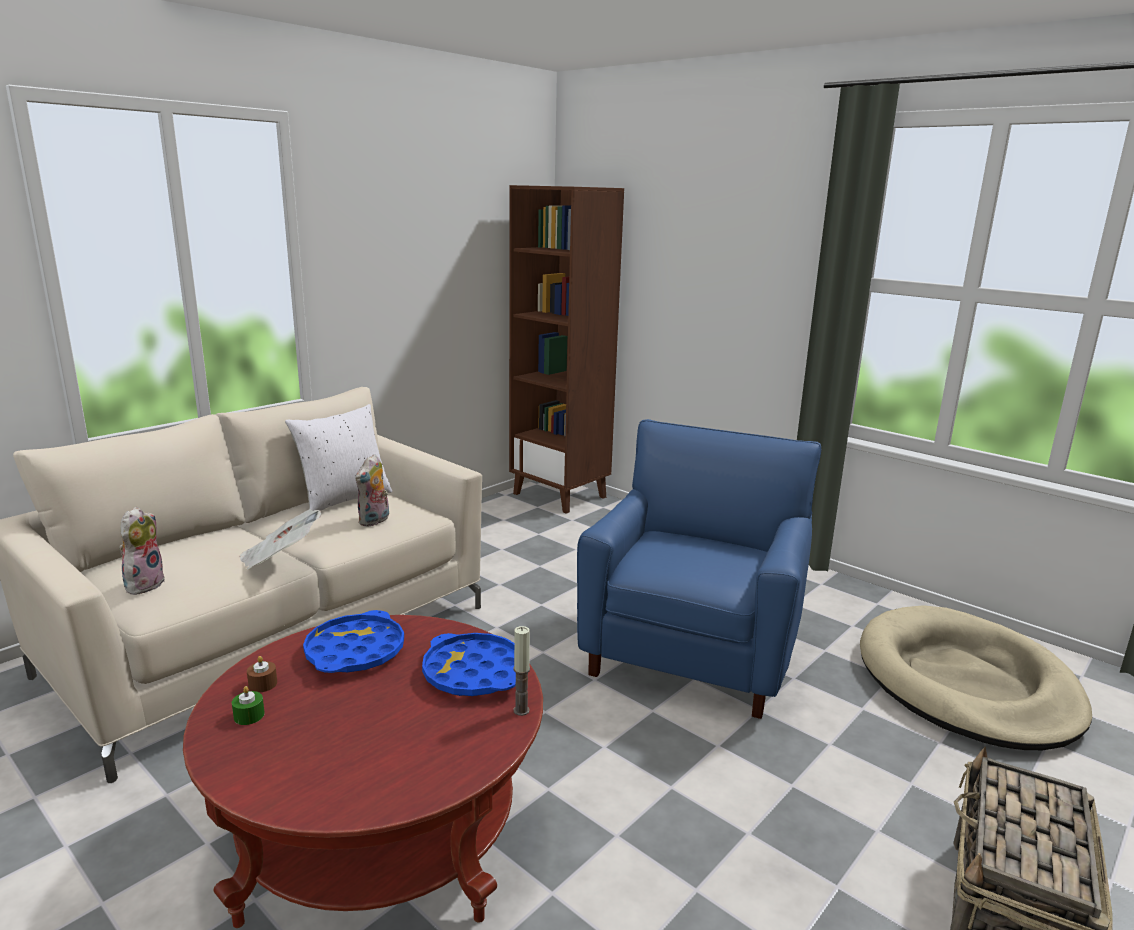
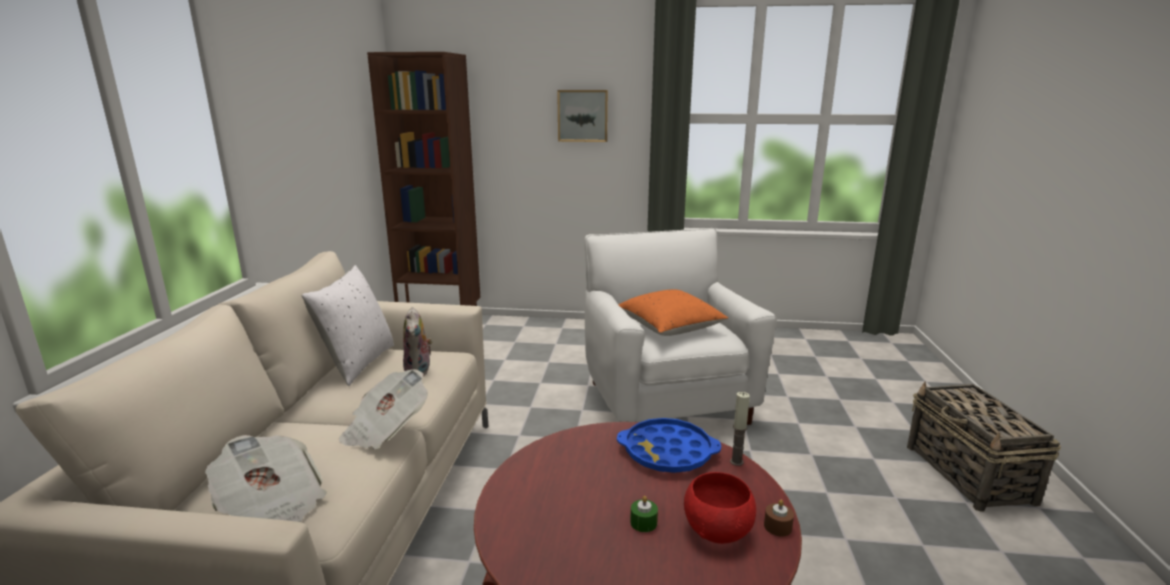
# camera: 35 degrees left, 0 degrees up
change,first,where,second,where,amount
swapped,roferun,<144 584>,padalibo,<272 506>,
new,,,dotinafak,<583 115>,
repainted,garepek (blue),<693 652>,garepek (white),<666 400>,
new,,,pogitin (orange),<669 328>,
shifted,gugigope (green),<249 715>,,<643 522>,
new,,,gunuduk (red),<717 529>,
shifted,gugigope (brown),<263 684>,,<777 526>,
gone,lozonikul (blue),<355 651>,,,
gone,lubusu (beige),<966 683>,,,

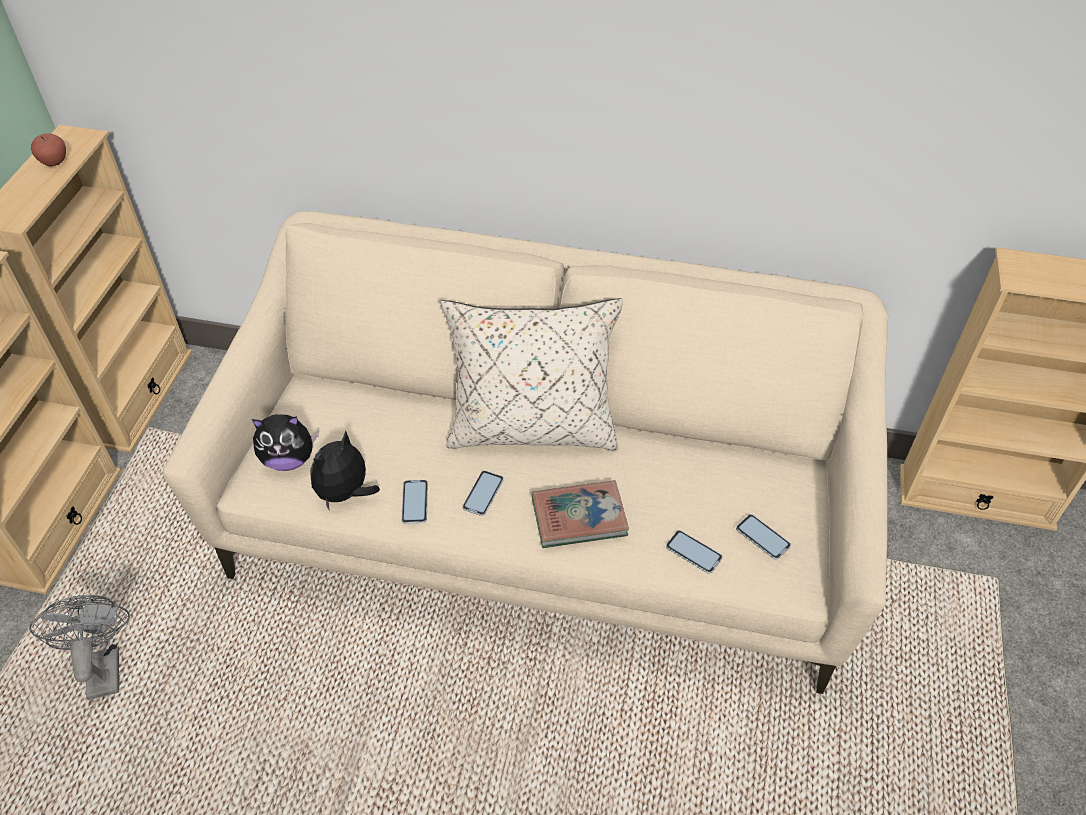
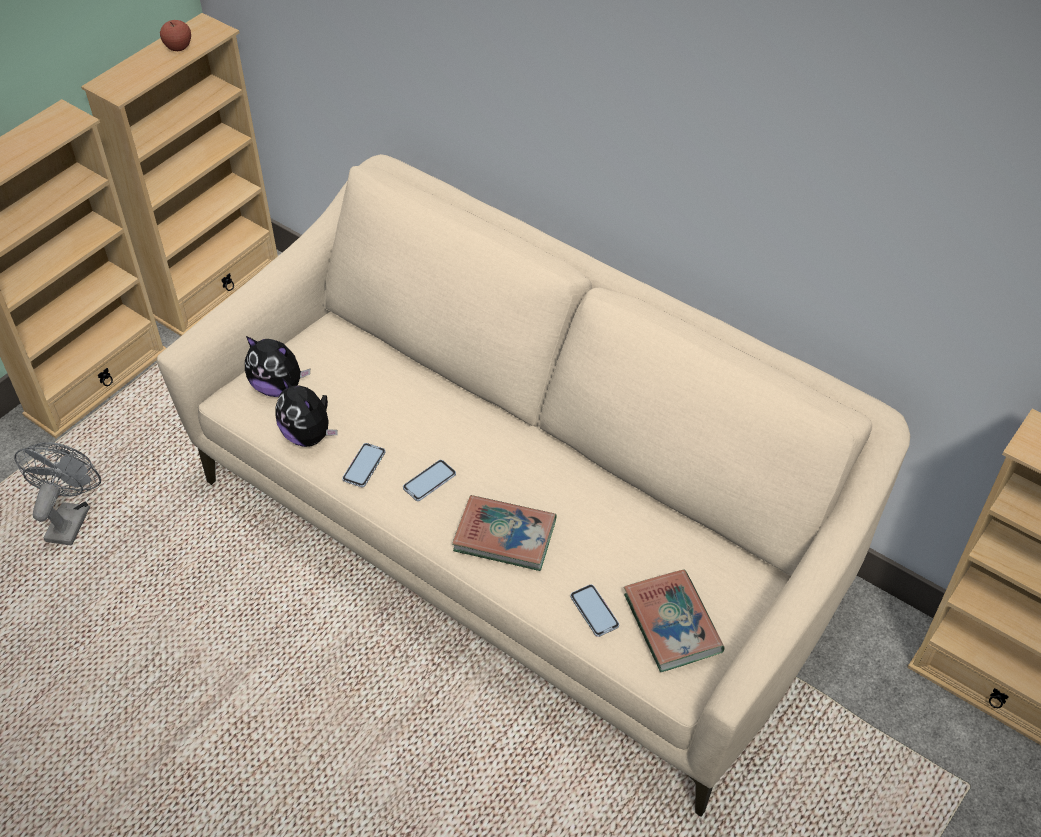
# camera: 25 degrees right, 0 degrees up
change,first,where,second,where,amount
rotated,roferun,<345 493>,,<309 435>,105 degrees counterclockwise
swapped,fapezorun,<762 537>,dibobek,<672 624>,
gone,pogitin (beige),<532 427>,,,

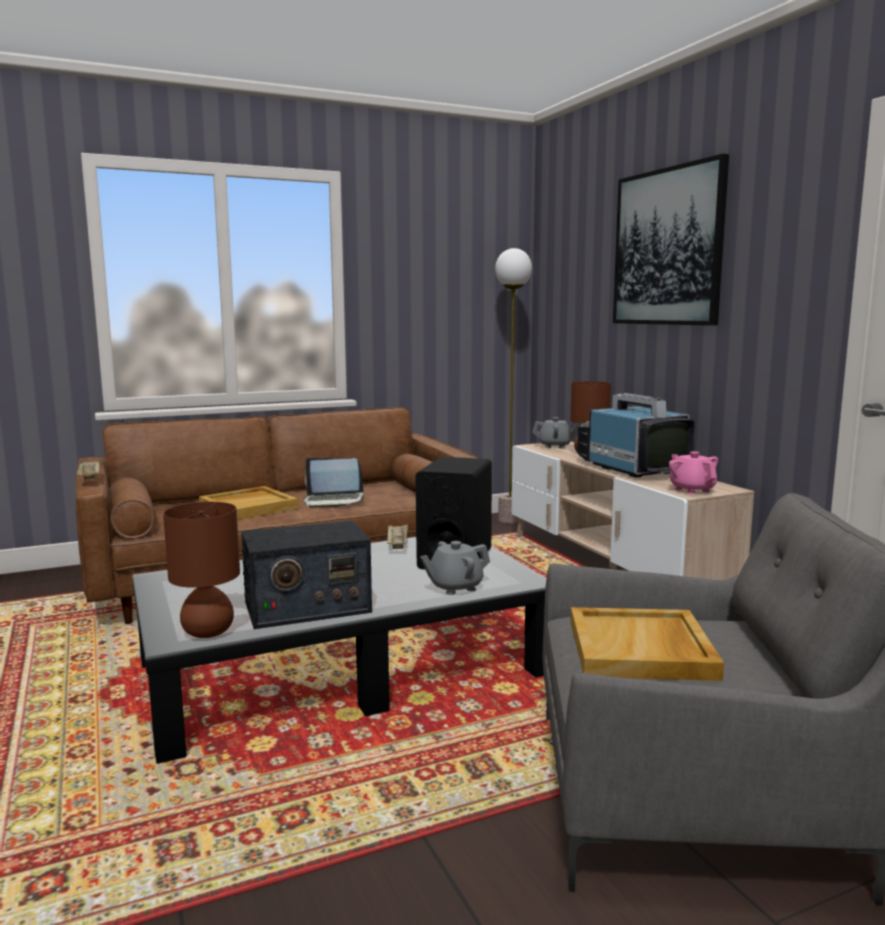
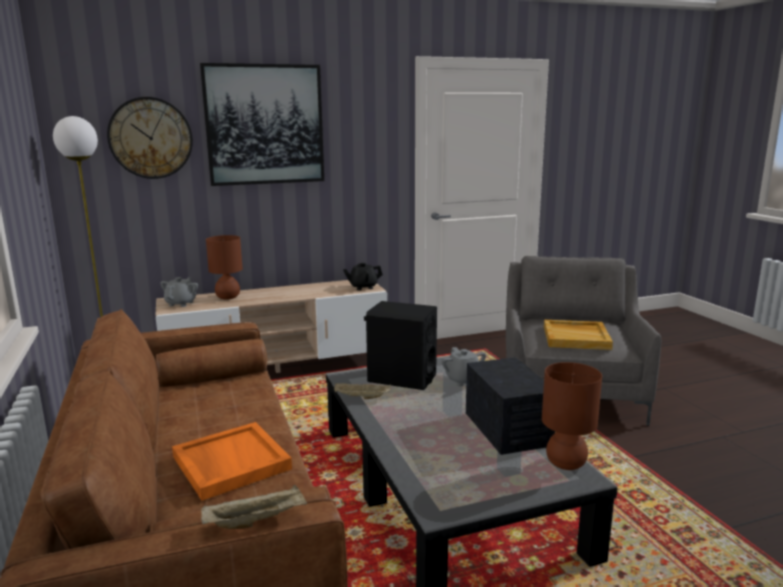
# camera: 85 degrees left, 5 degrees up
change,first,where,second,where,amount
new,,,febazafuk,<150 138>,
repainted,lozonikul (beige),<249 507>,lozonikul (orange),<230 463>,
repainted,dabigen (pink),<692 490>,dabigen (black),<363 287>,
gone,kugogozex,<334 501>,,,
gone,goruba,<631 469>,,,

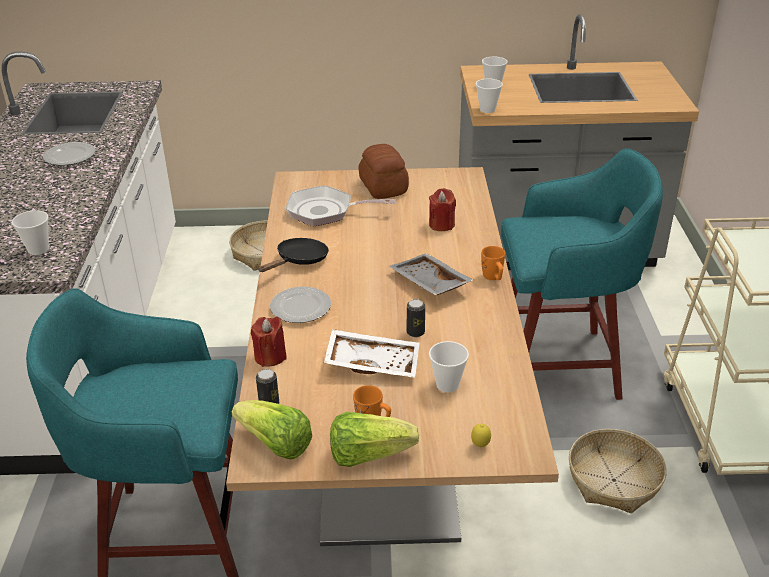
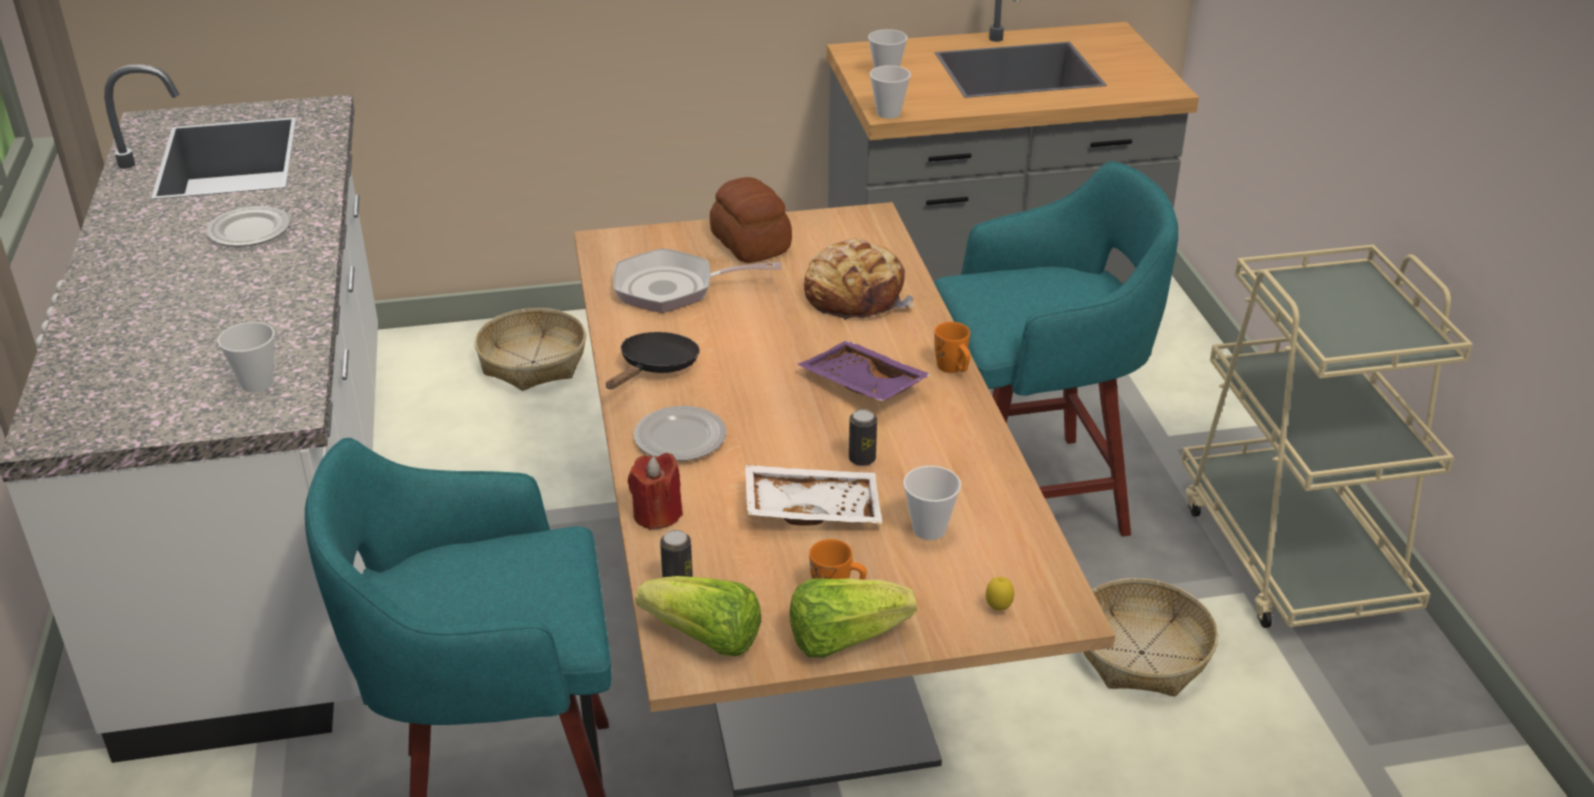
# camera: 10 degrees left, 0 degrees up
change,first,where,second,where,amount
repainted,lozonikul (grey),<428 284>,lozonikul (purple),<861 386>,
swapped,gugigope (red),<441 225>,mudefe,<855 296>,

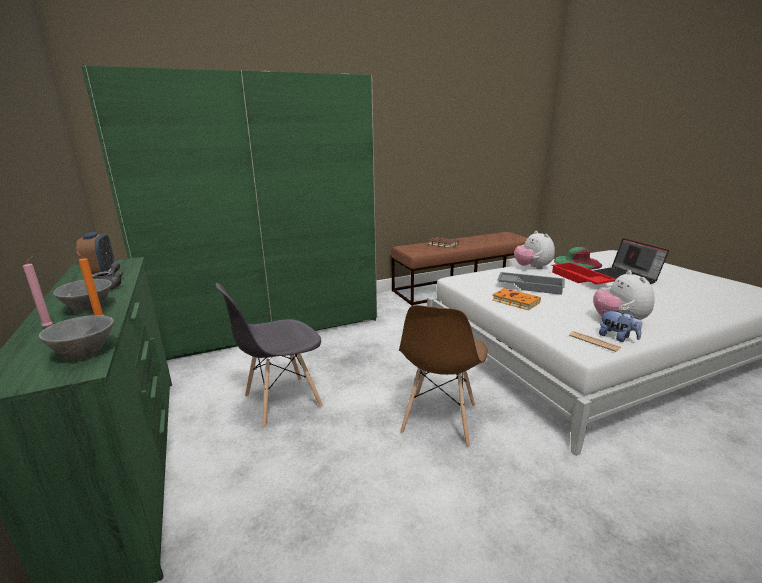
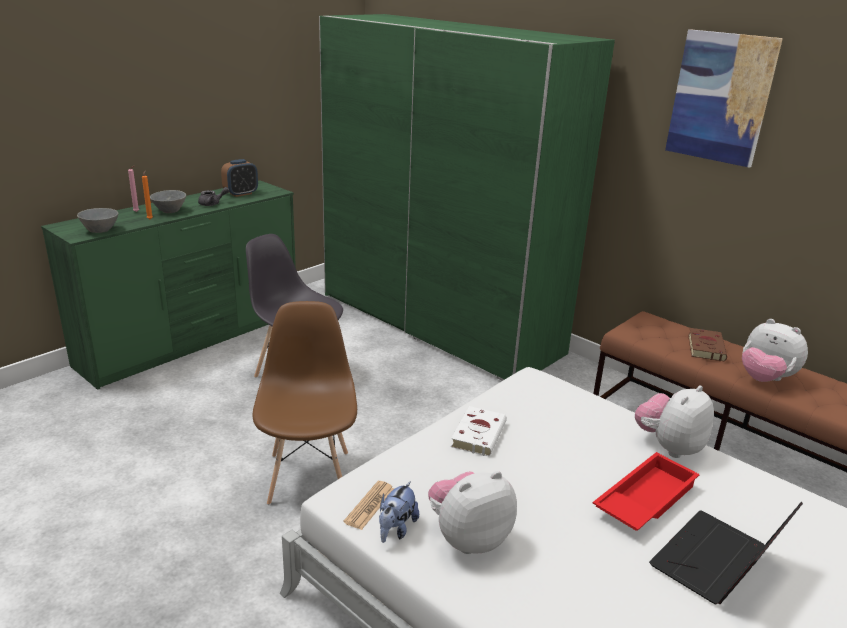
# camera: 65 degrees right, 5 degrees up
change,first,where,second,where,amount
rotated,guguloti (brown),<439 419>,,<309 476>,90 degrees clockwise
repainted,dibobek (orange),<514 301>,dibobek (white),<479 433>,
new,,,dotinafak,<720 98>,
new,,,roferun,<765 379>,
gone,lozonikul (grey),<530 286>,,,
gone,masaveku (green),<577 263>,,,

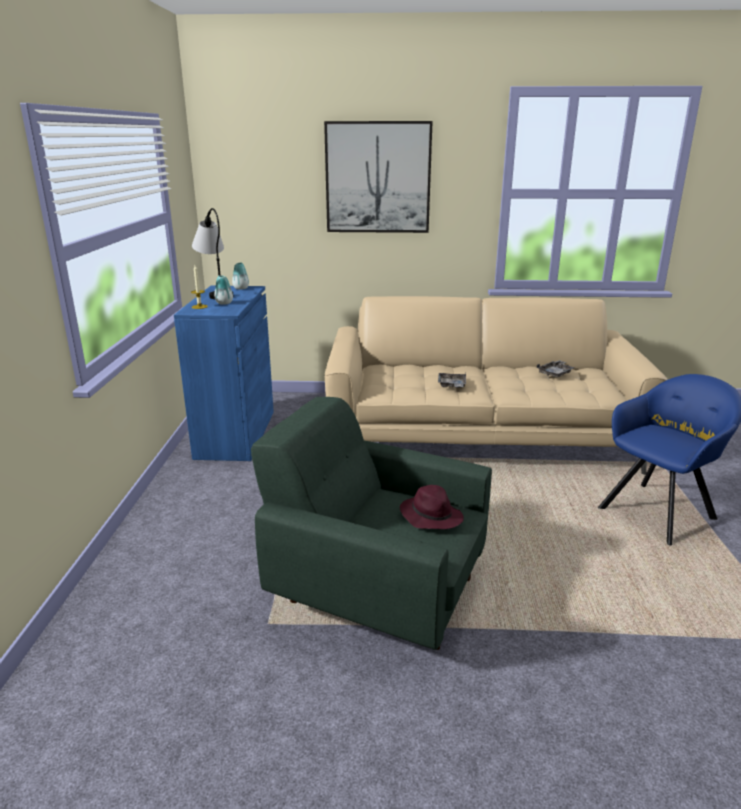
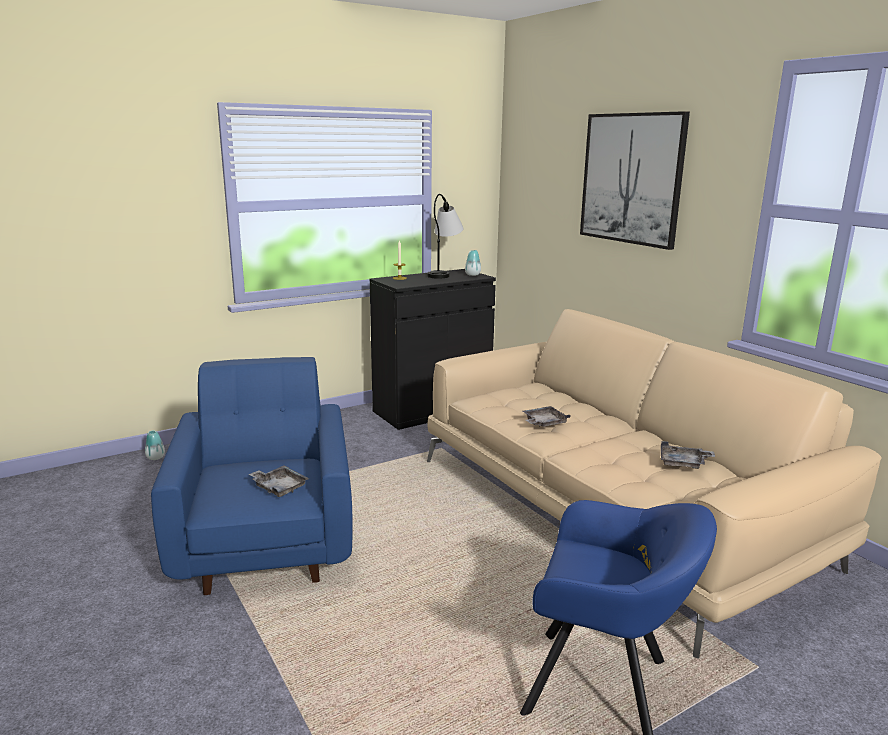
# camera: 55 degrees right, 5 degrees down
change,first,where,second,where,amount
shifted,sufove,<224 303>,,<155 457>,
repainted,garepek (green),<376 587>,garepek (blue),<267 540>,
swapped,masaveku (purple),<430 516>,lozonikul (grey),<279 487>,
repainted,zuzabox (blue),<236 434>,zuzabox (black),<432 409>,

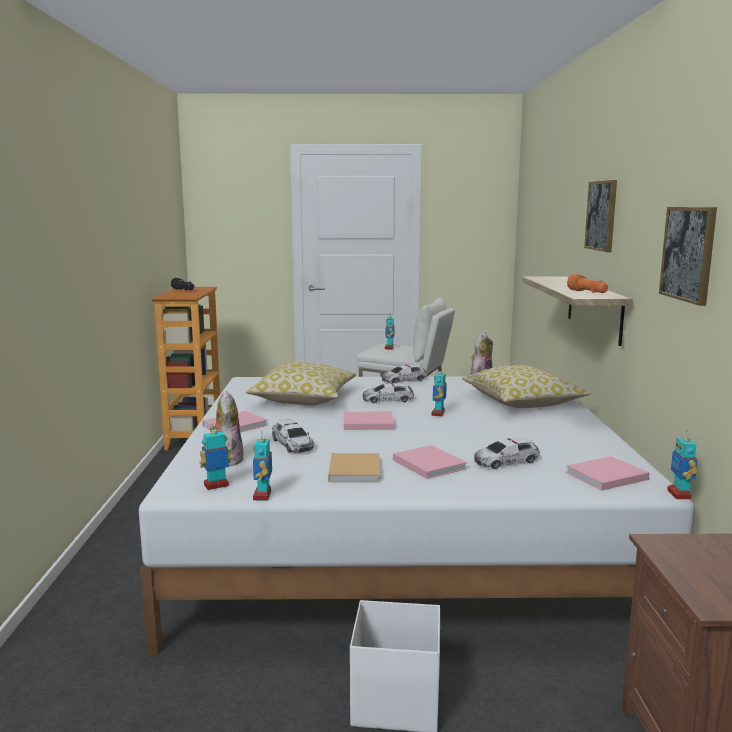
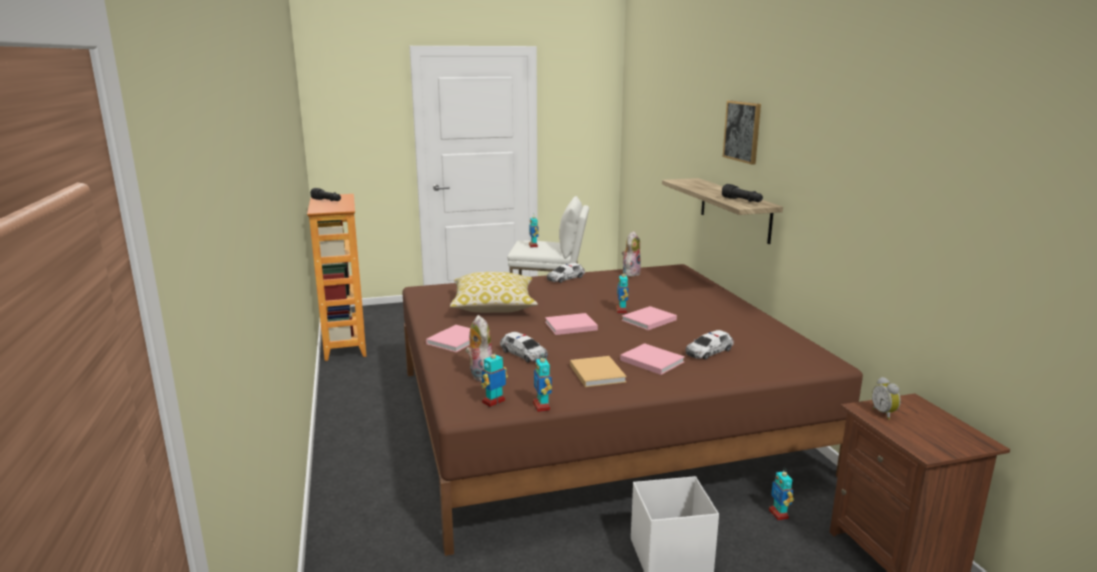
# camera: 15 degrees left, 5 degrees up
change,first,where,second,where,amount
repainted,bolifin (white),<400 536>,bolifin (brown),<595 419>,
shifted,dibobek (pink),<604 476>,,<647 320>,
repainted,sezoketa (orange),<588 293>,sezoketa (black),<742 201>,
shifted,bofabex,<679 494>,,<779 514>,
new,,,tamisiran,<884 413>,
gone,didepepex,<387 400>,,,
gone,pogitin,<522 402>,,,
gone,dotinafak,<689 253>,,,

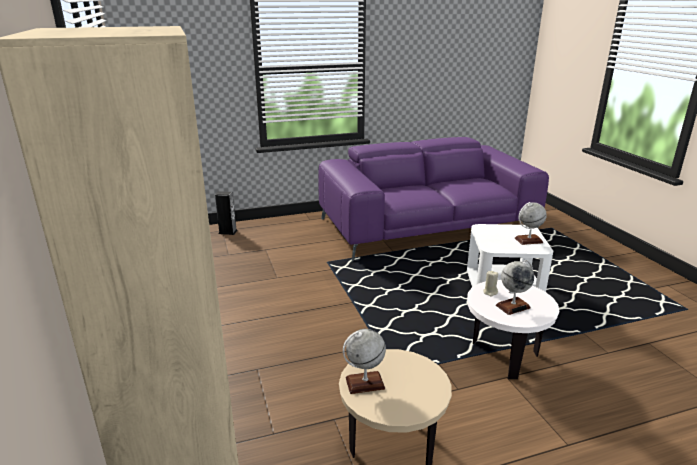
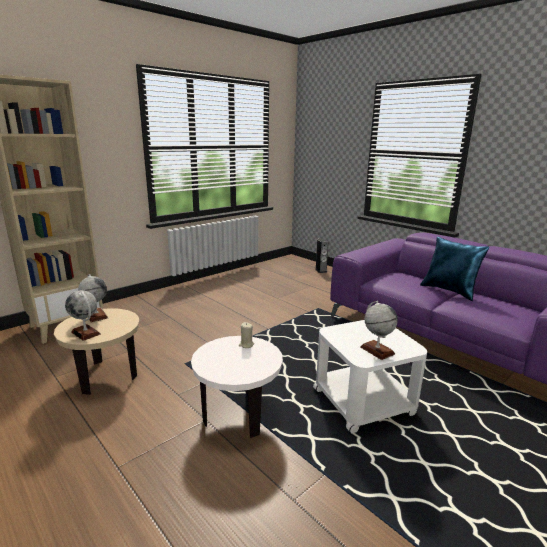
# camera: 65 degrees right, 5 degrees down
change,first,where,second,where,amount
shifted,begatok,<513 306>,,<86 333>,
new,,,pogitin (blue),<449 291>,

